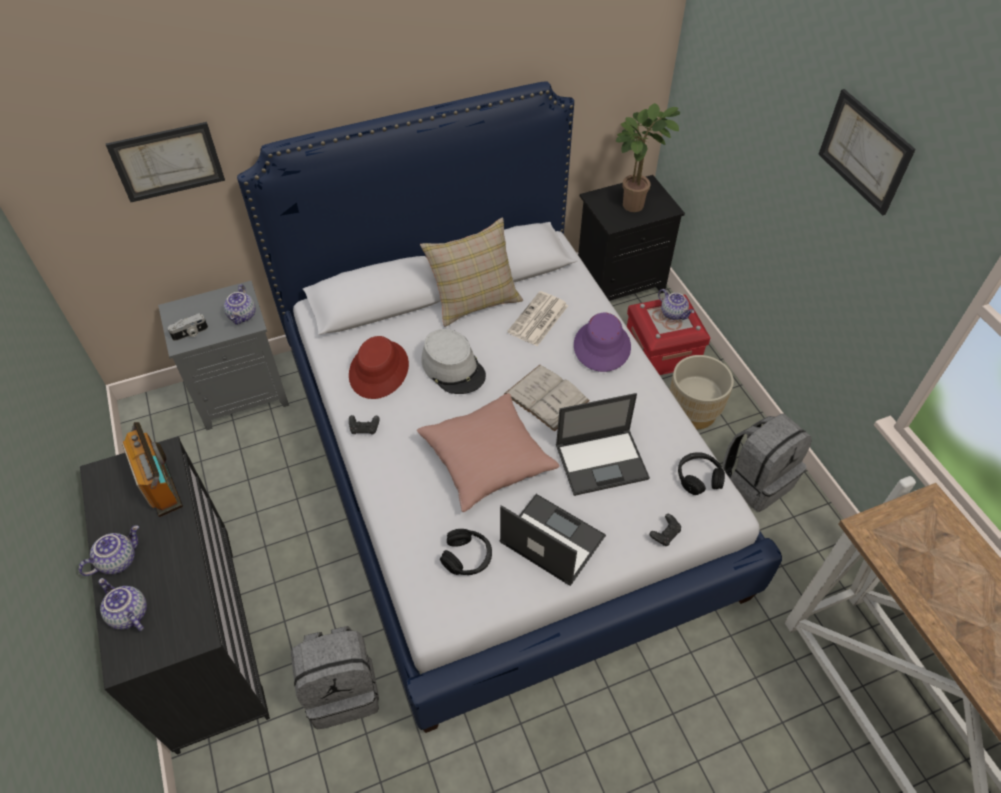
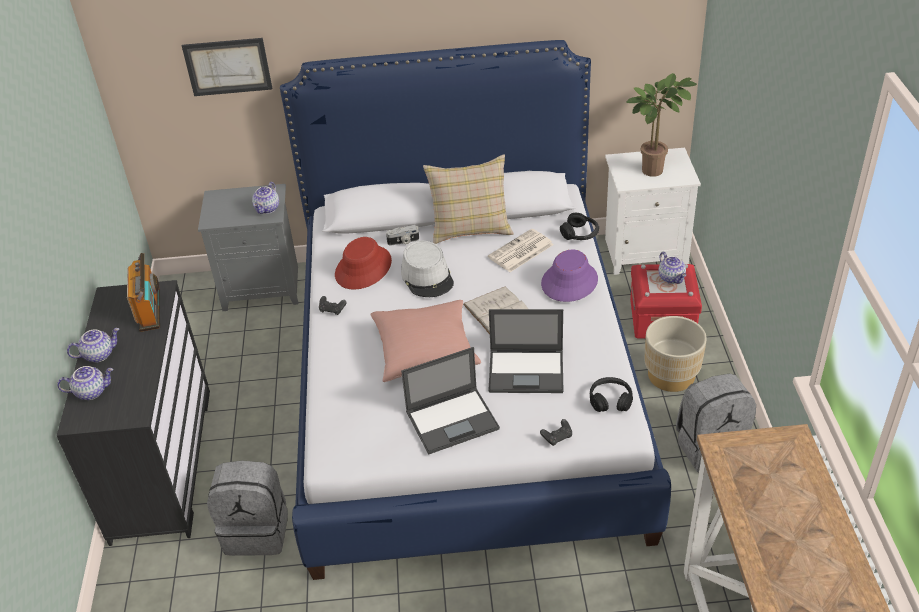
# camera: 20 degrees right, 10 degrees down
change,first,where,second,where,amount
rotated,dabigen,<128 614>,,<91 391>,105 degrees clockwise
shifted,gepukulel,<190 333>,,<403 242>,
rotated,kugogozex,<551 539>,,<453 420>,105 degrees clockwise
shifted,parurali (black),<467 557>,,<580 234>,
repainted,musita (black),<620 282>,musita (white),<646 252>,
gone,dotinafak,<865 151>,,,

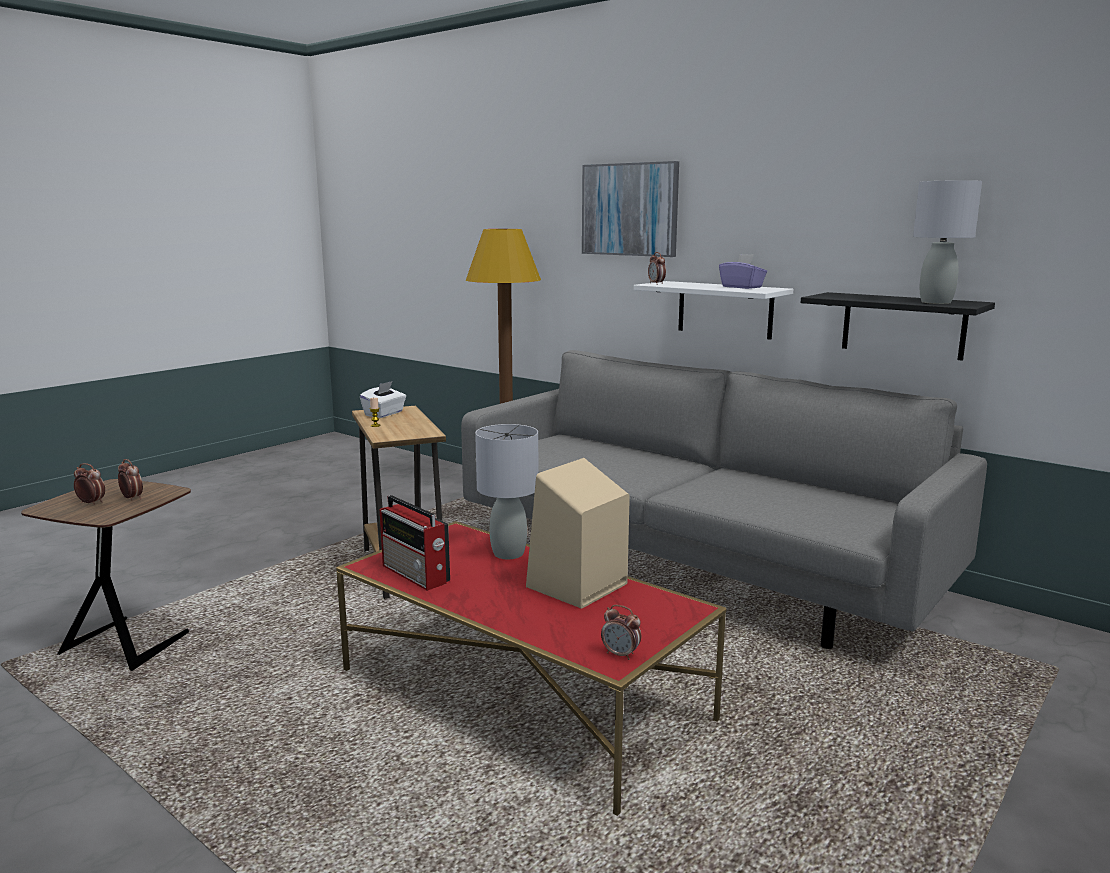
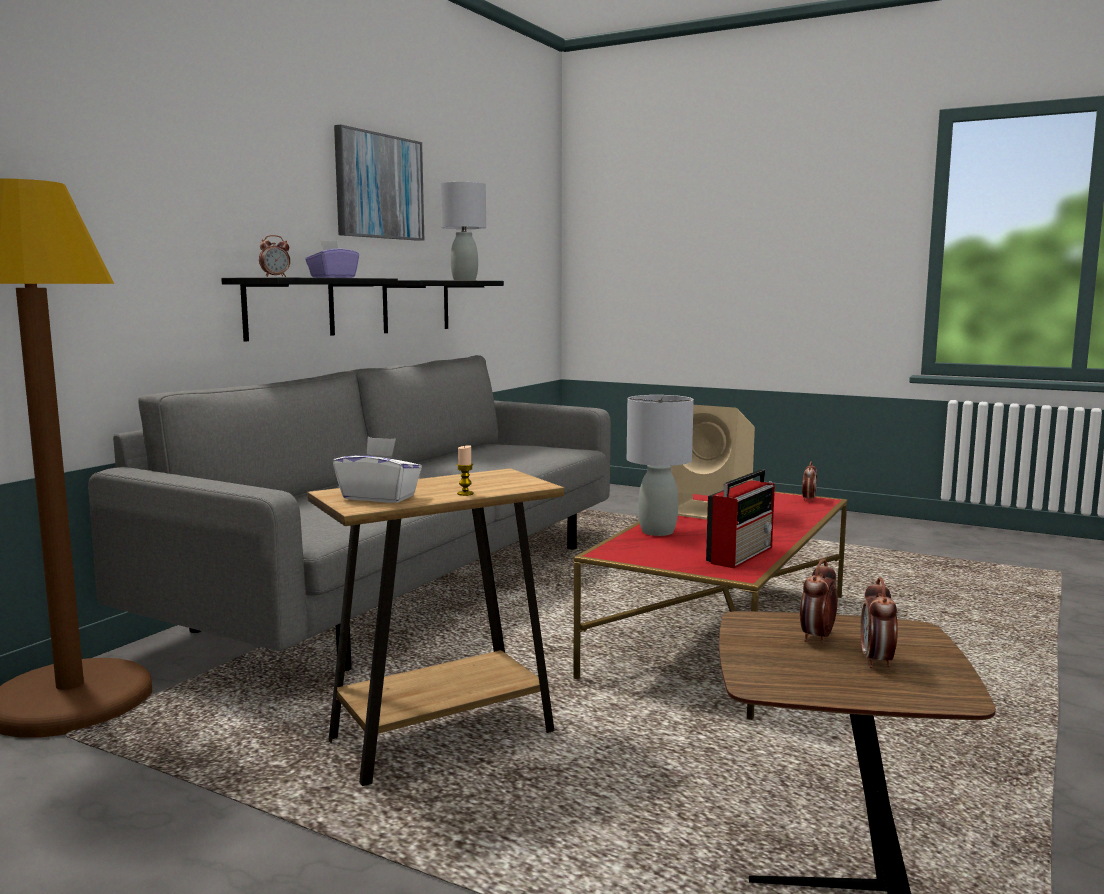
# camera: 100 degrees left, 5 degrees down
change,first,where,second,where,amount
repainted,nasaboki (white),<725 309>,nasaboki (black),<289 308>,
shifted,dotinafak,<630 209>,,<379 186>,

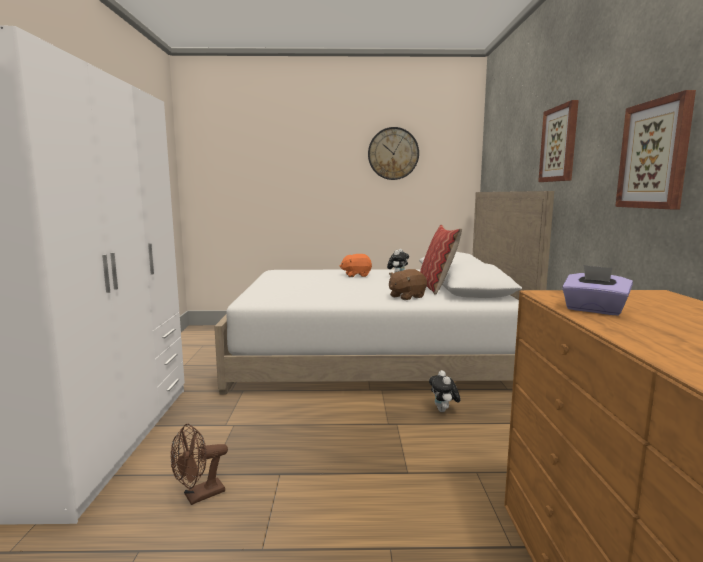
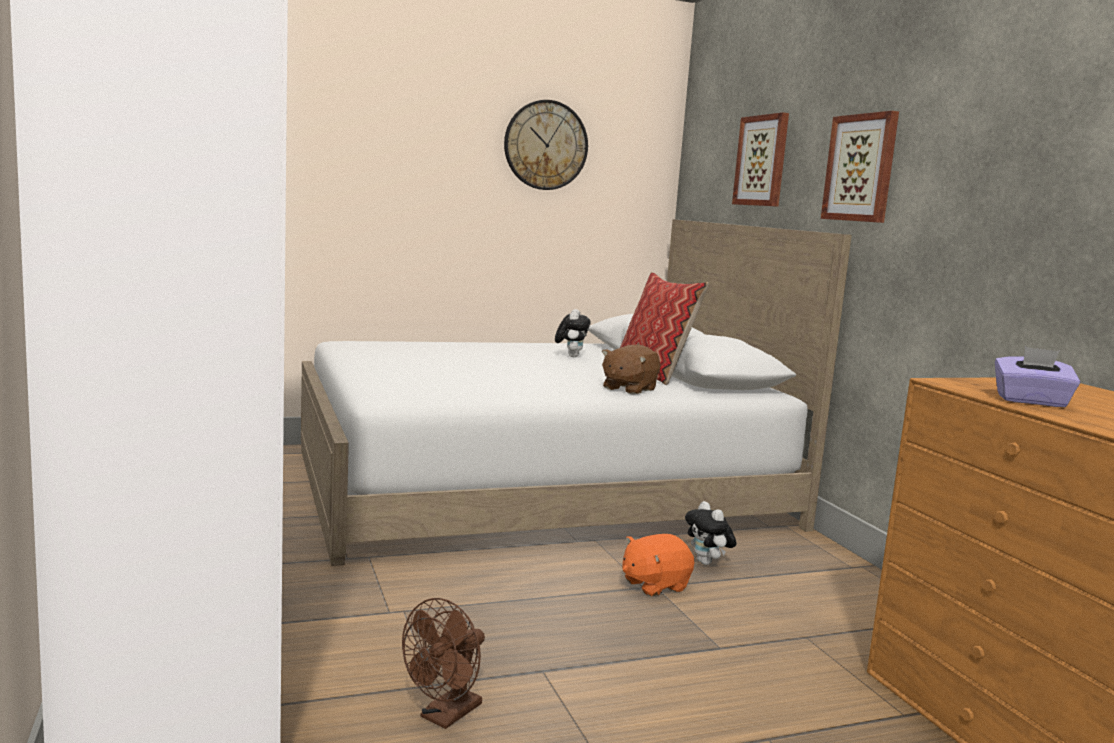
# camera: 20 degrees left, 0 degrees up
change,first,where,second,where,amount
shifted,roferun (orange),<356 275>,,<654 585>,
shifted,dotinafak,<655 155>,,<762 161>,

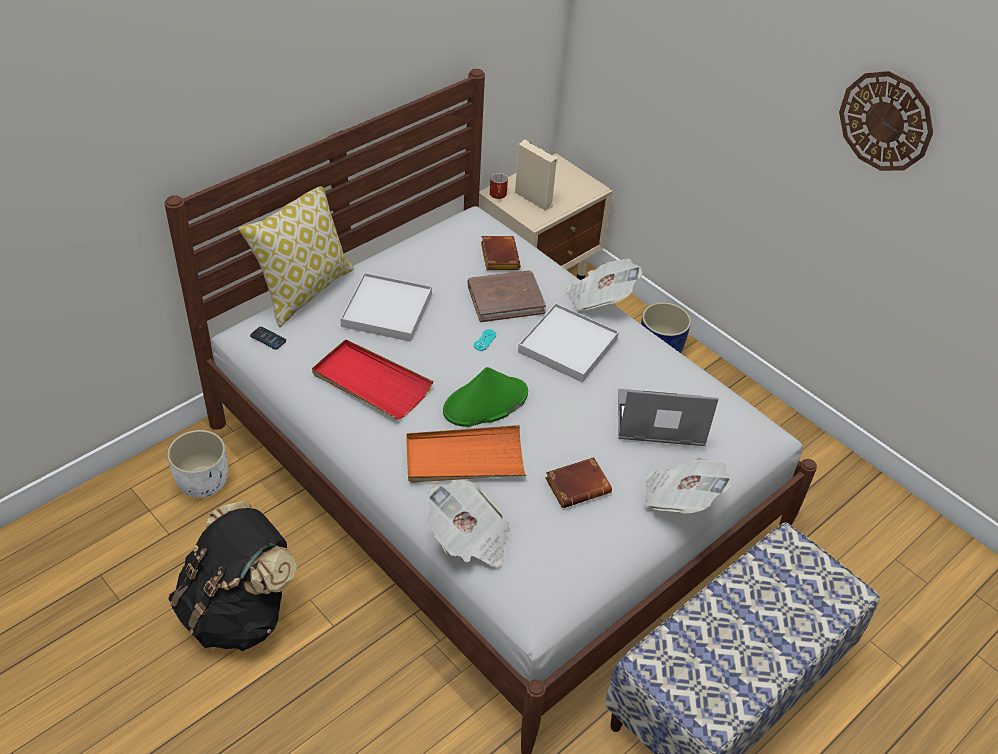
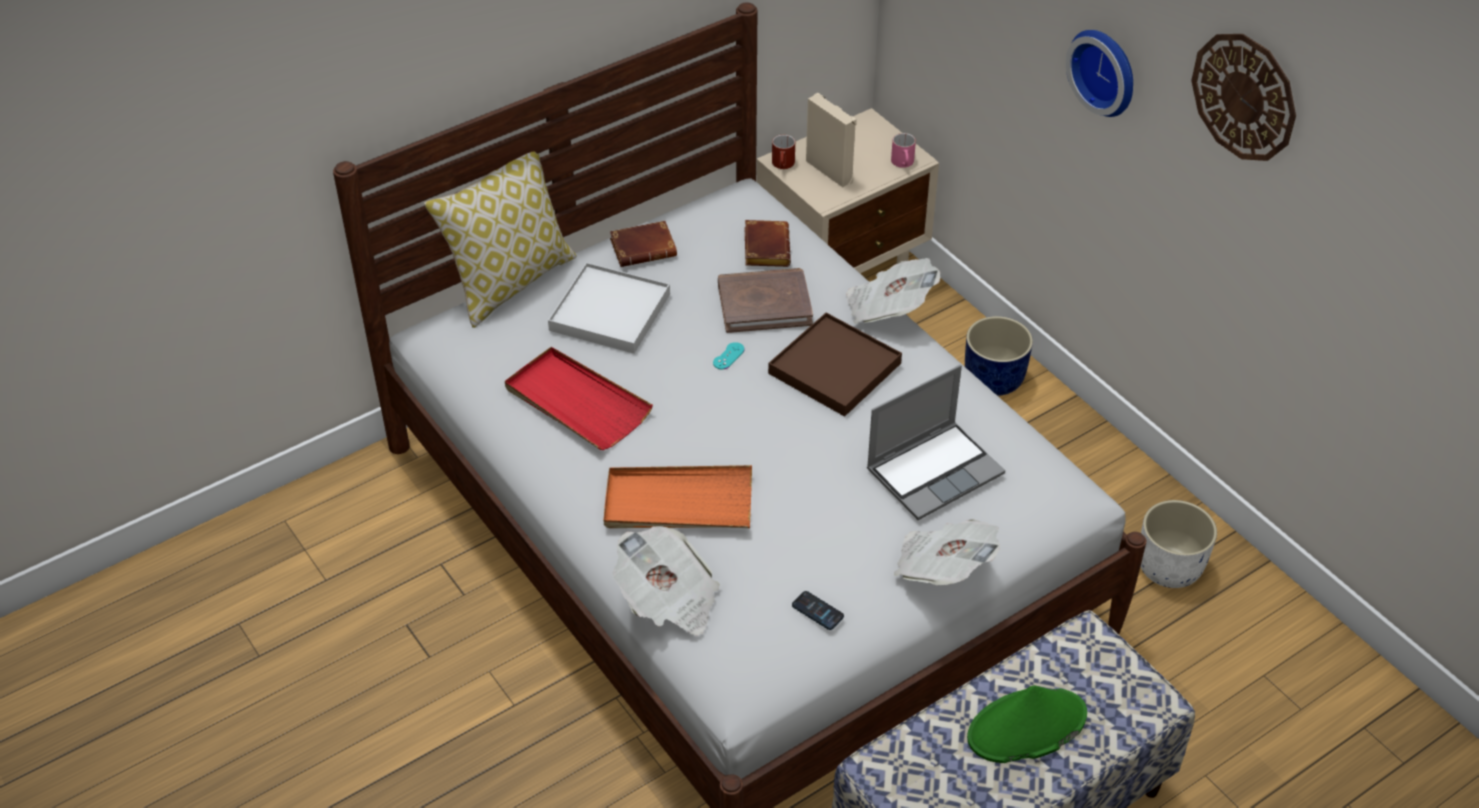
# camera: 10 degrees right, 0 degrees up
change,first,where,second,where,amount
shifted,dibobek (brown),<578 485>,,<644 248>,
repainted,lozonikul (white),<568 345>,lozonikul (brown),<835 368>,
shifted,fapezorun,<268 338>,,<817 611>,
rotated,kugogozex,<659 421>,,<935 470>,135 degrees clockwise
new,,,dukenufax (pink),<904 163>,
shifted,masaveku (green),<485 403>,,<1026 727>,
new,,,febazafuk,<1106 70>,
shifted,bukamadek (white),<202 481>,,<1168 567>,
gone,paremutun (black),<238 611>,,,

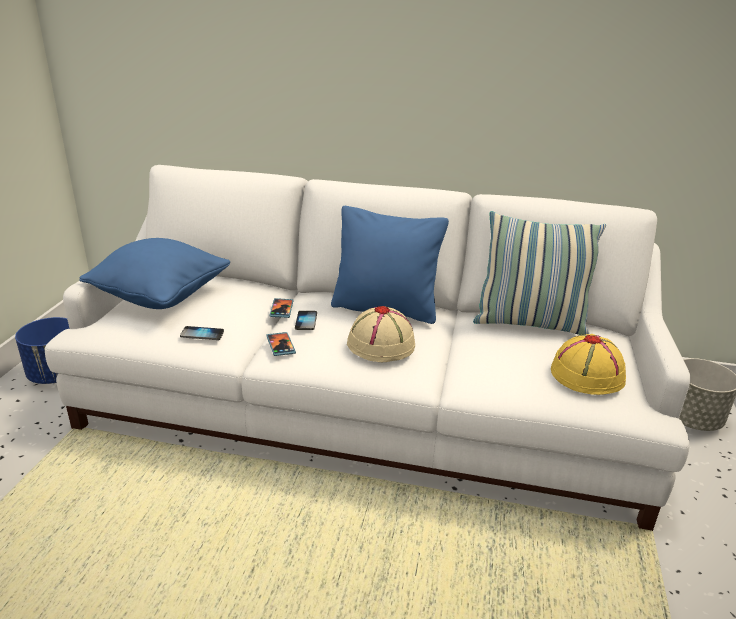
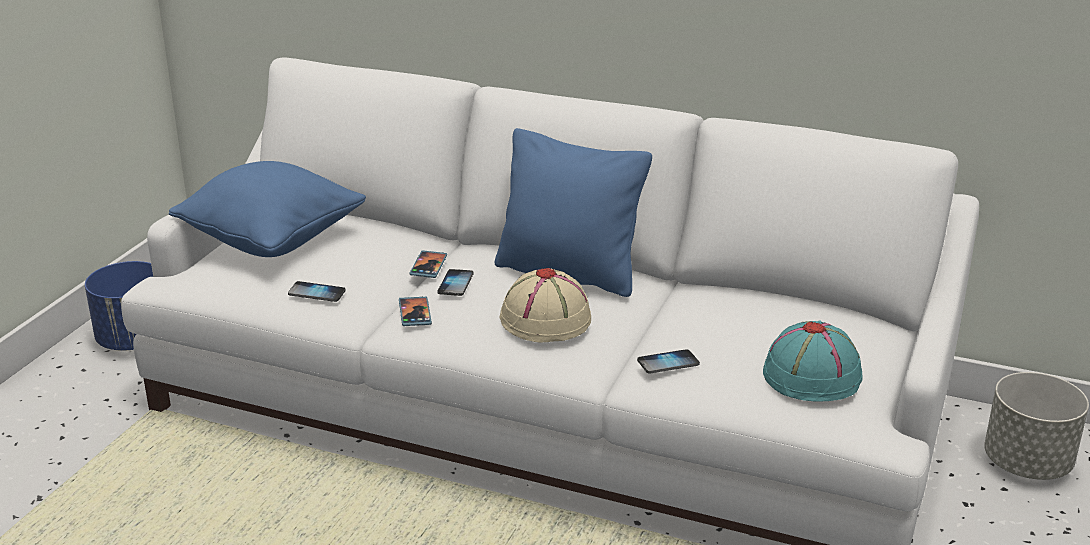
# camera: 10 degrees right, 0 degrees up
change,first,where,second,where,amount
new,,,fapezorun,<668 363>,
repainted,masaveku (yellow),<587 374>,masaveku (turquoise),<812 376>,
gone,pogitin,<529 323>,,,

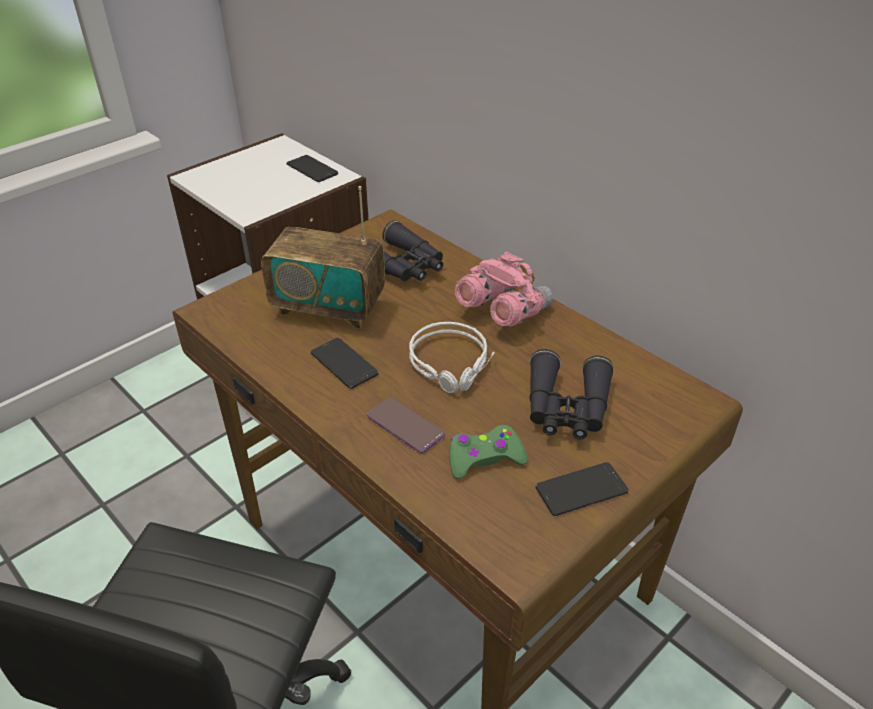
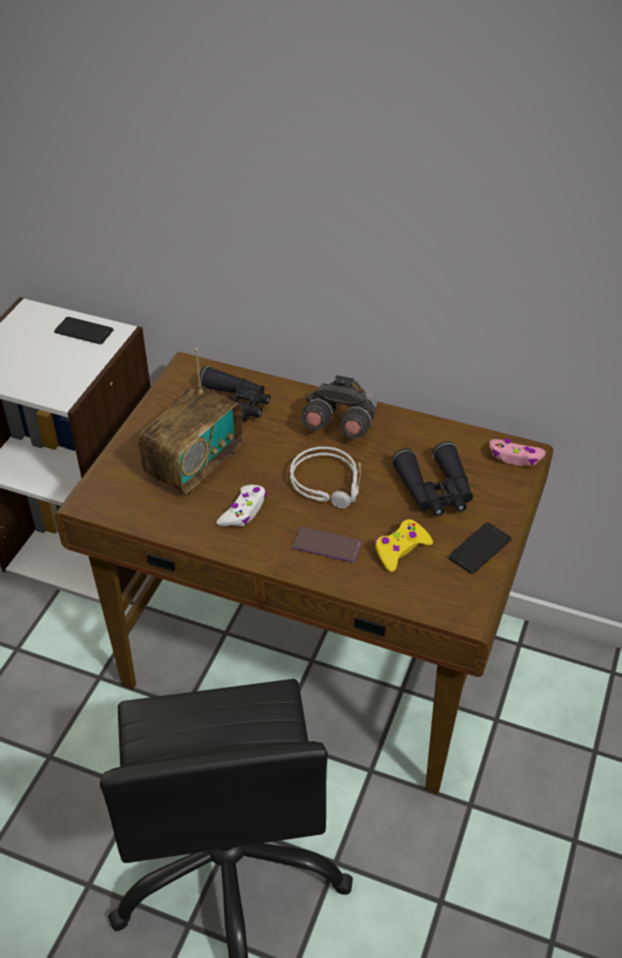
# camera: 25 degrees left, 5 degrees up
change,first,where,second,where,amount
rotated,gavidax,<328 307>,,<194 466>,45 degrees counterclockwise
swapped,fapezorun,<344 364>,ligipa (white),<244 511>,
repainted,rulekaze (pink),<502 312>,rulekaze (grey),<339 424>,
repainted,ligipa (green),<484 458>,ligipa (yellow),<400 550>,
new,,,ligipa (pink),<515 457>,

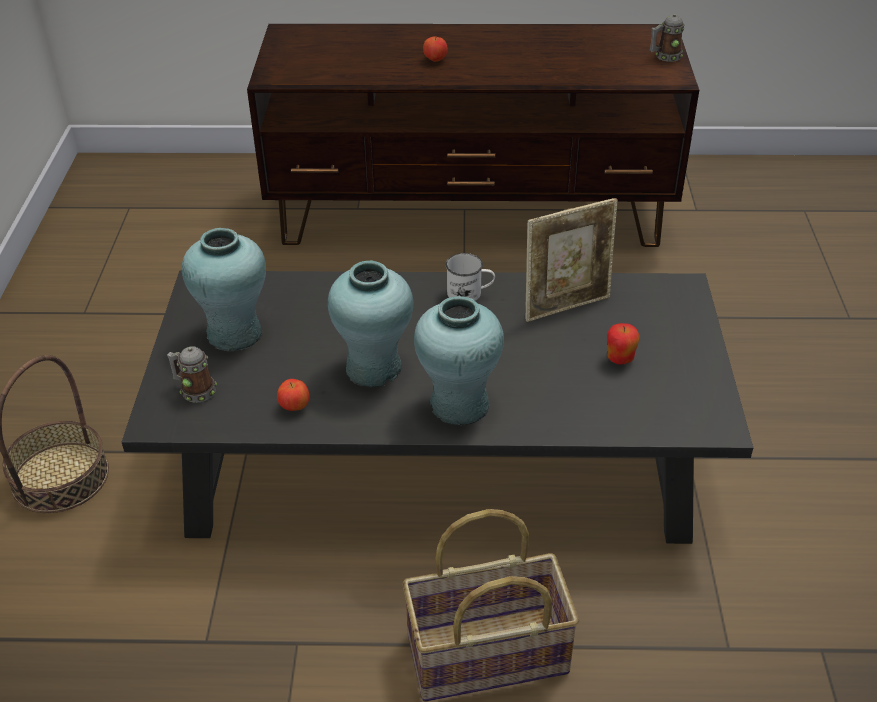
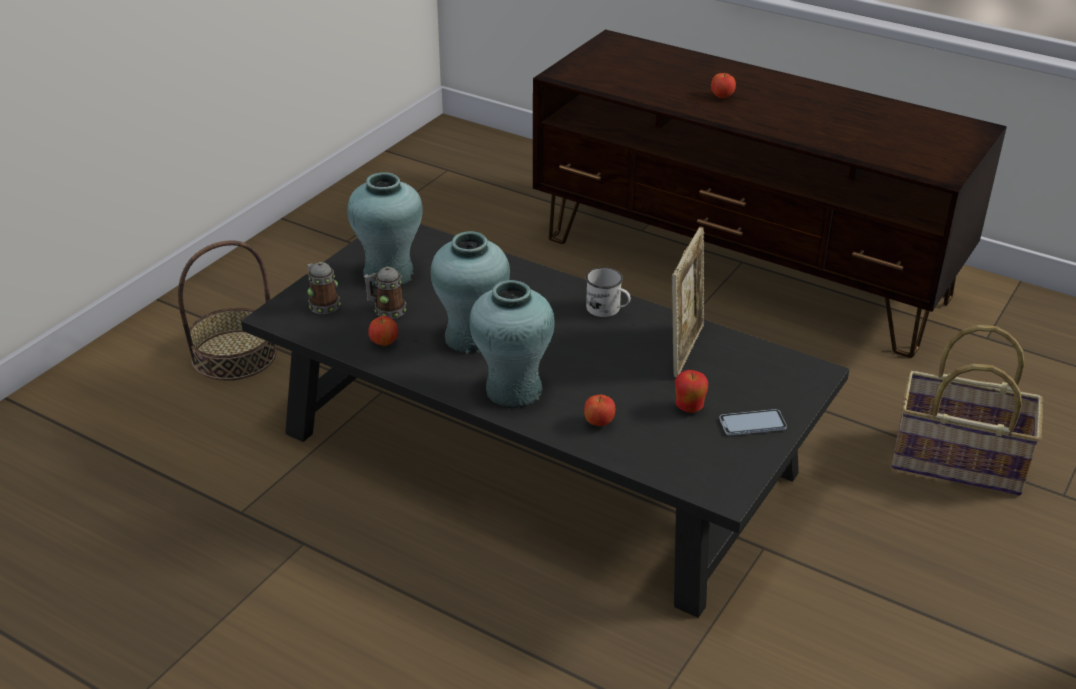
# camera: 30 degrees right, 5 degrees down
change,first,where,second,where,amount
shifted,dukenufax,<665 57>,,<386 310>,
new,,,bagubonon,<598 423>,
rotated,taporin,<566 306>,,<684 349>,75 degrees counterclockwise
new,,,fapezorun,<752 424>,
shifted,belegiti,<487 656>,,<957 463>,

